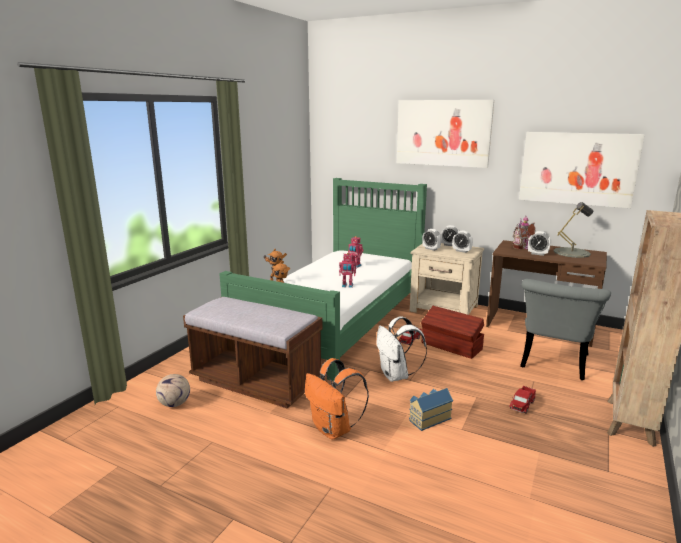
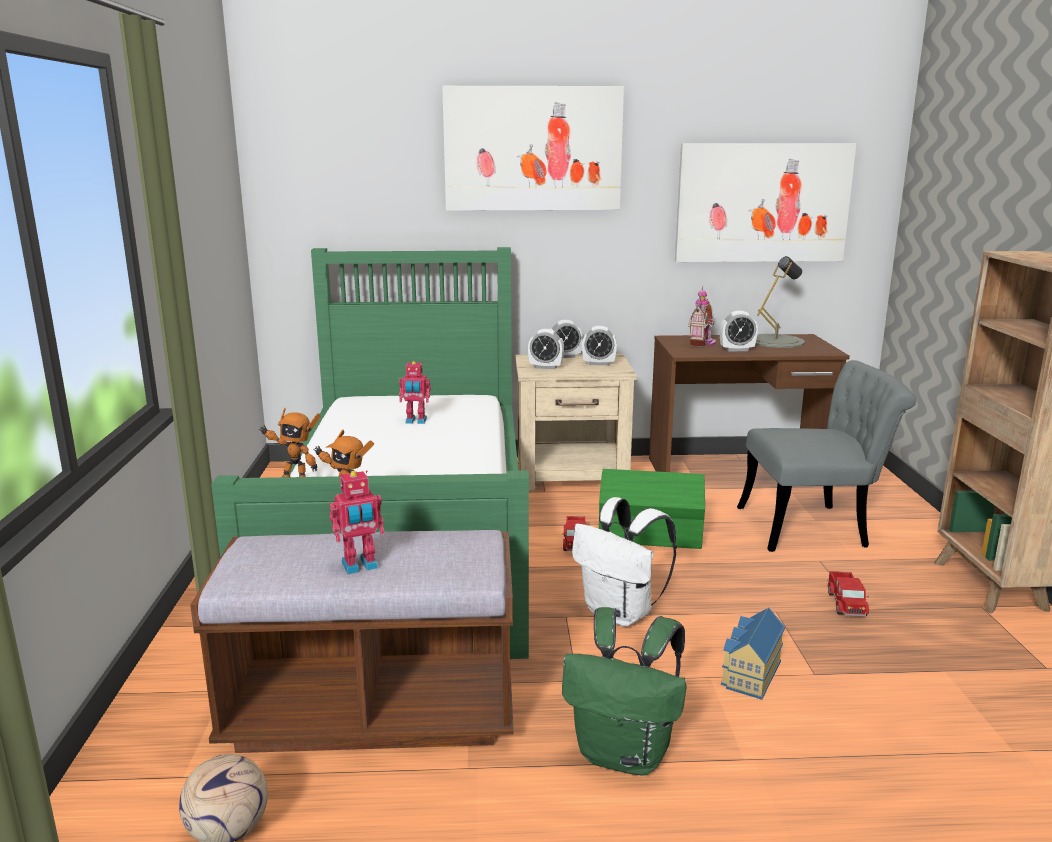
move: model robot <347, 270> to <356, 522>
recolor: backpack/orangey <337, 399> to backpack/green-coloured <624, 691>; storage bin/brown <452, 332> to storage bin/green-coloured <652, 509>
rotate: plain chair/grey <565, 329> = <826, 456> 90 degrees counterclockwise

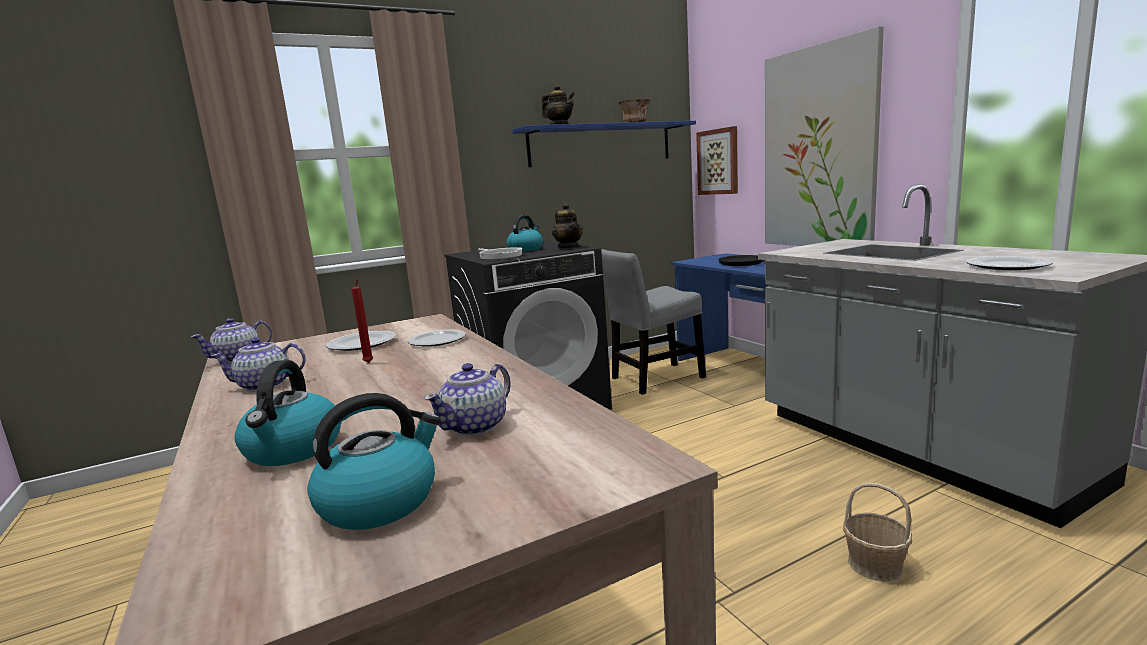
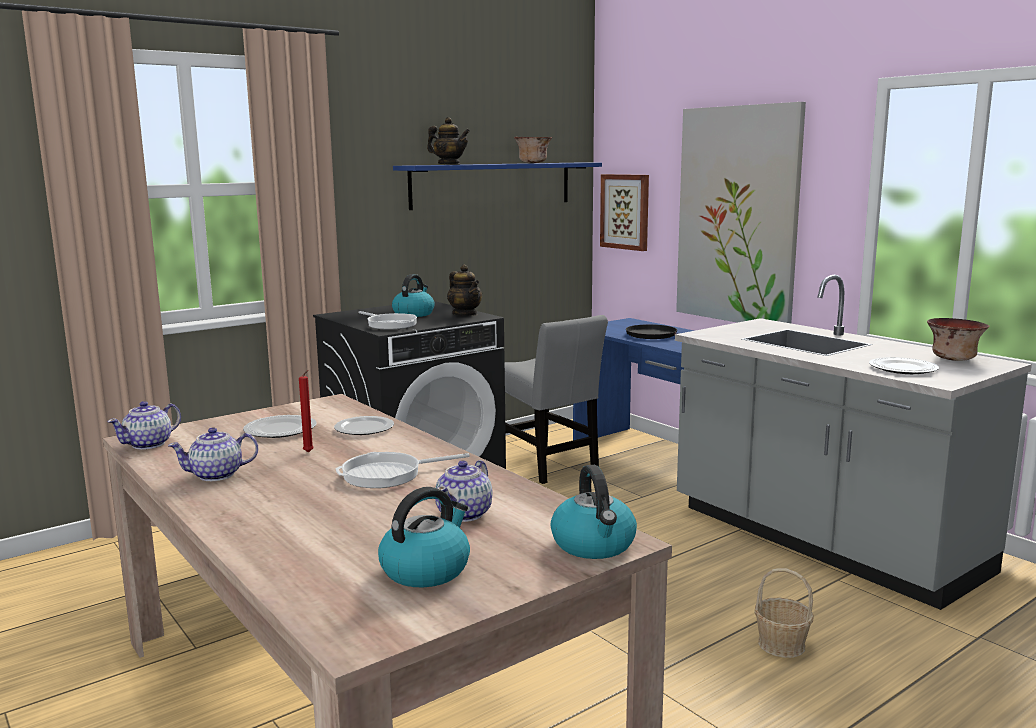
insert: skillet <403, 470>; serving bowl <958, 339>
move: water kettle <288, 413> to <593, 512>
rotate: plain chair/grey <653, 322> = <556, 399> 90 degrees counterclockwise

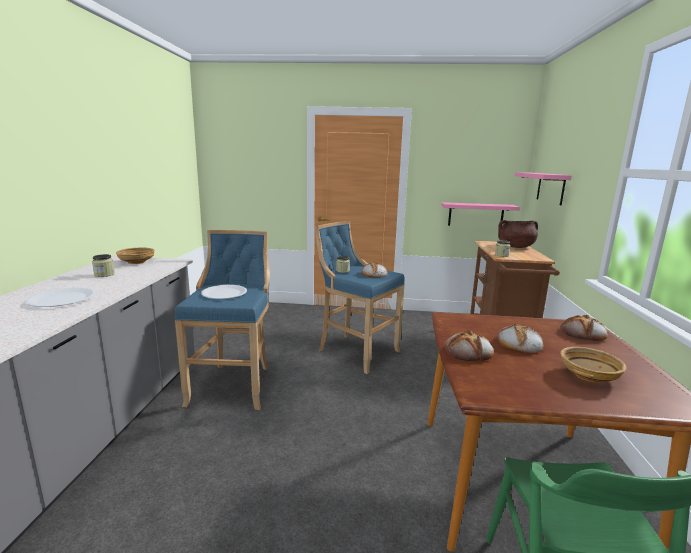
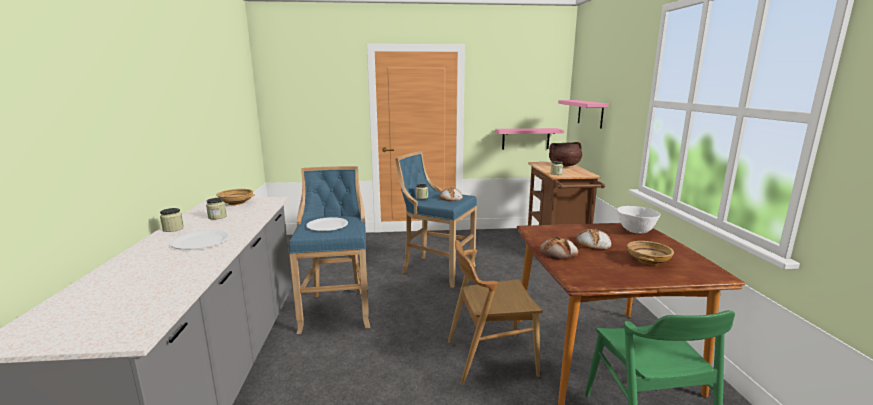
insert: preserve jar <172, 220>; plain chair/brown <495, 312>
replace: baked bread <584, 328> to serving bowl/white-coloured <639, 220>

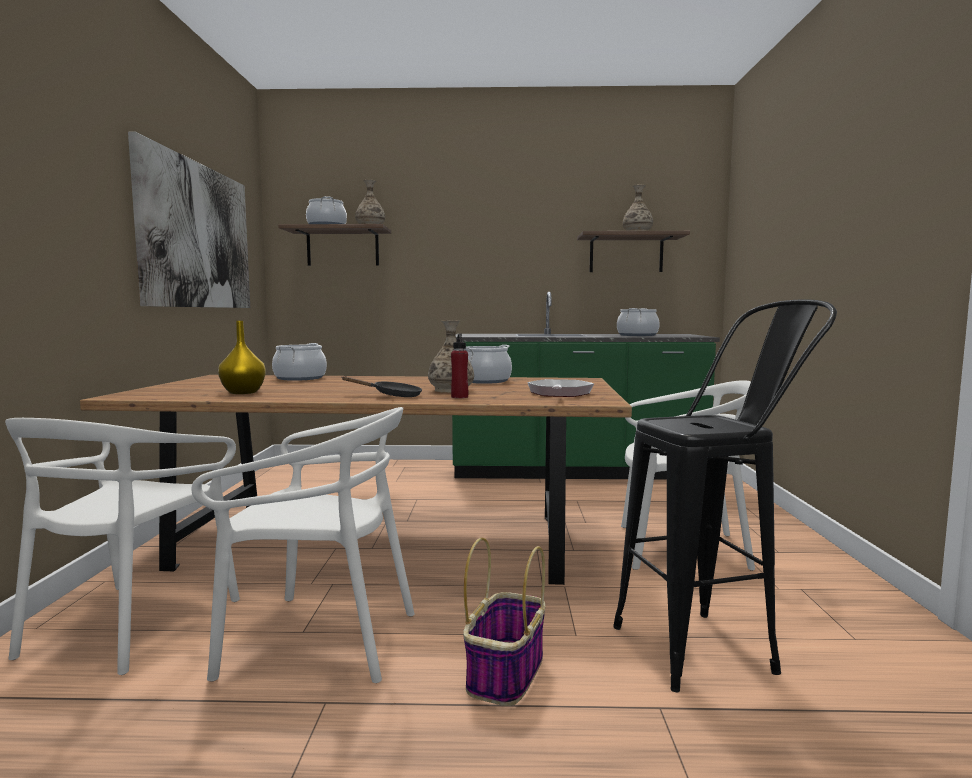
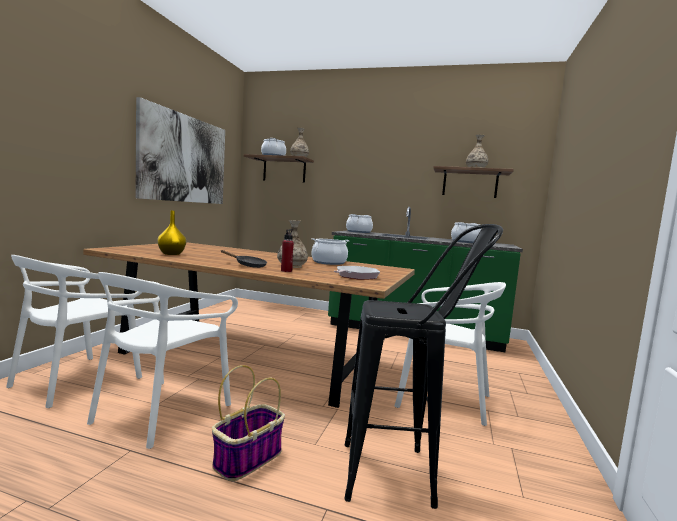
move: cooking pot <299, 362> to <359, 223>
rotate: plain chair/white-coloured <303, 545> = <162, 360> 90 degrees clockwise

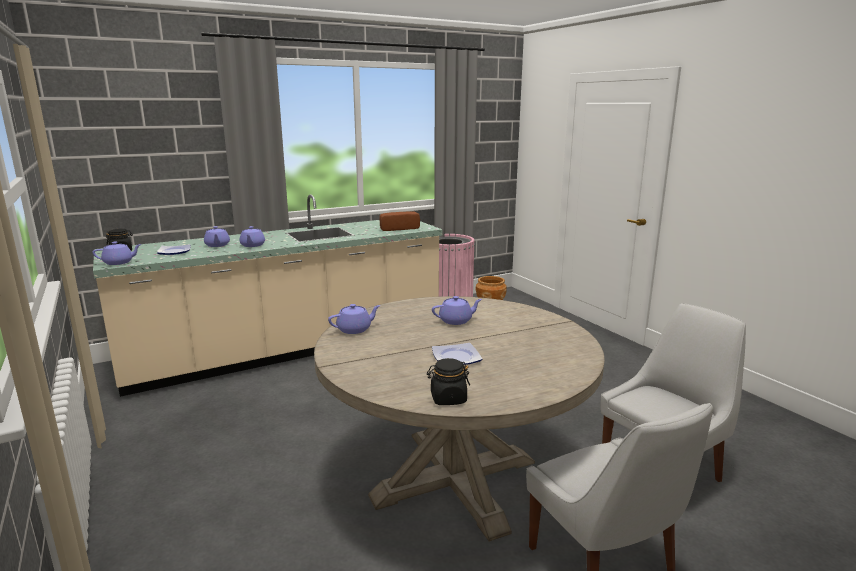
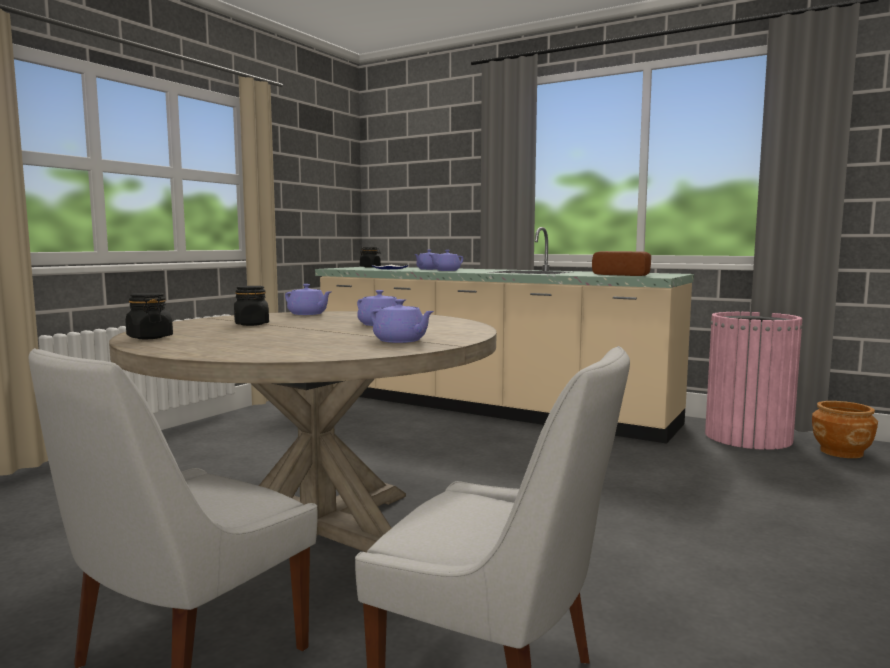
delete: dinner plate <457, 354>
insert: preserve jar/blackish <251, 306>
move: teapot/purple <117, 253> to <402, 321>

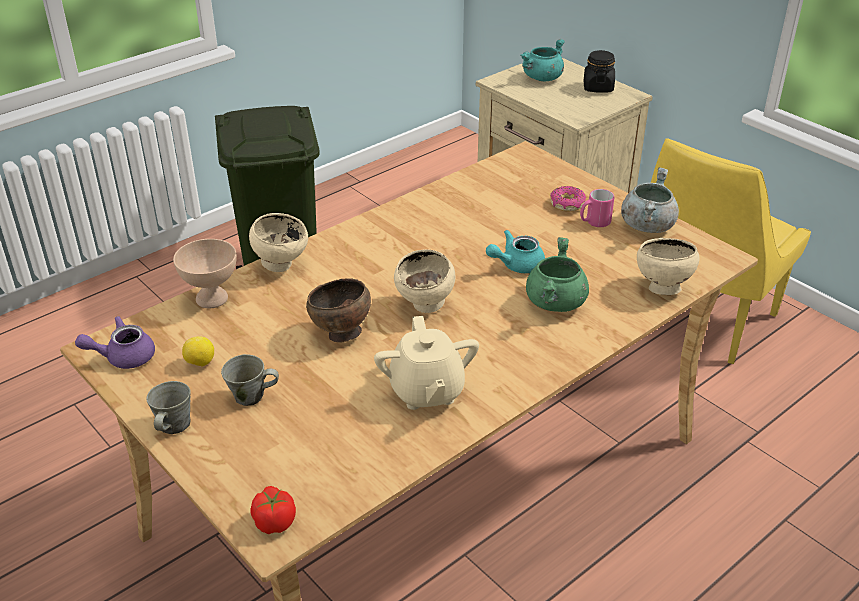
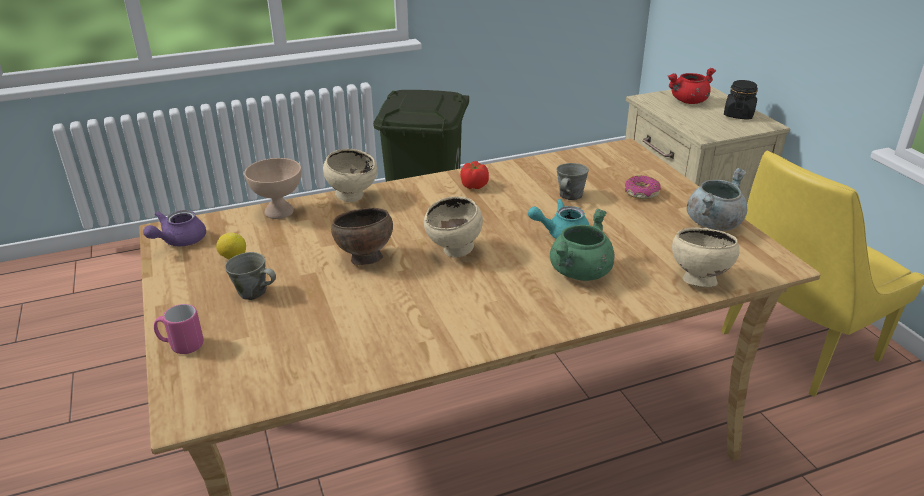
delete: teapot/beige <426, 363>
move: tea mug/grey <168, 407> to <573, 181>; fresh tomato <273, 510> to <474, 175>; tea mug/pink-coloured <597, 208> to <179, 329>
recolor: cooking pot/turquoise <542, 60> to cooking pot/reddish <692, 86>
rotate: teapot/purple <115, 342> = <174, 228> 60 degrees counterclockwise

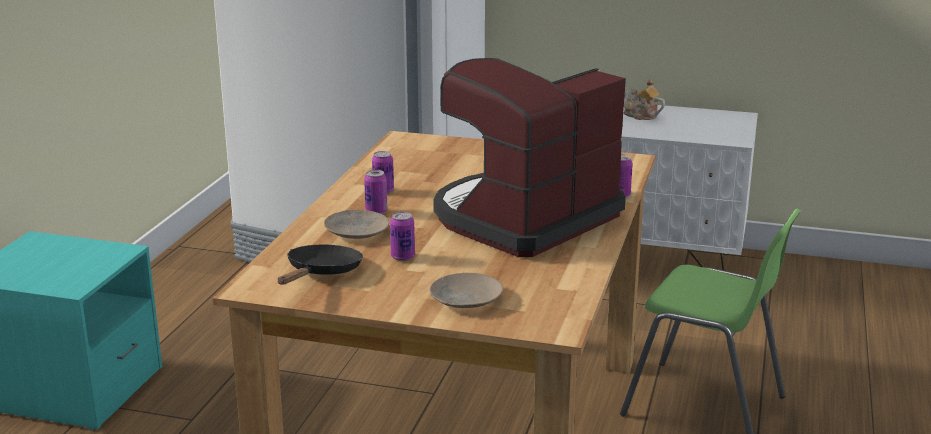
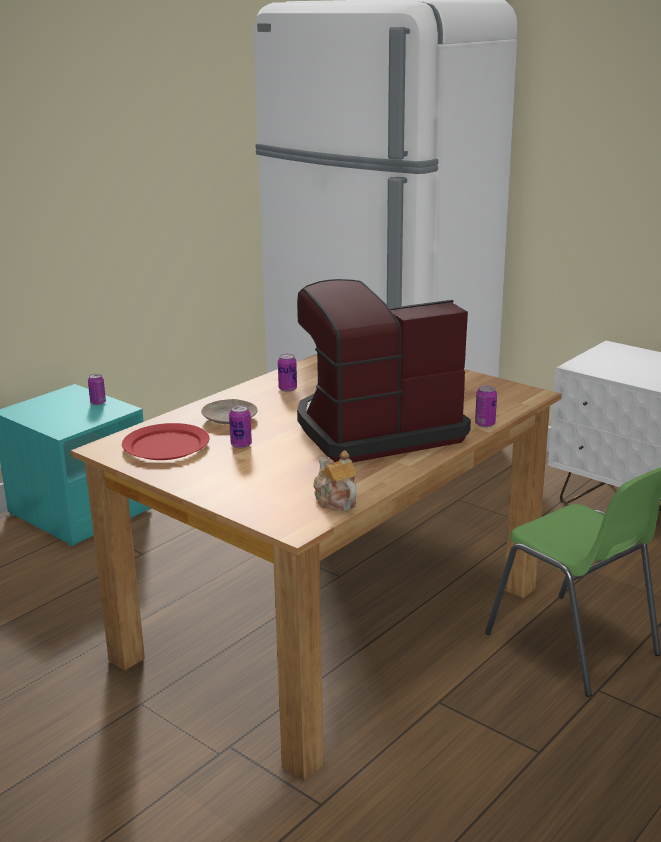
delete: dinner plate/beige <466, 290>
move: metal can <375, 192> to <97, 389>; teapot <644, 99> to <335, 480>
replace: skillet/blackish <320, 265> to dinner plate/reddish <166, 441>

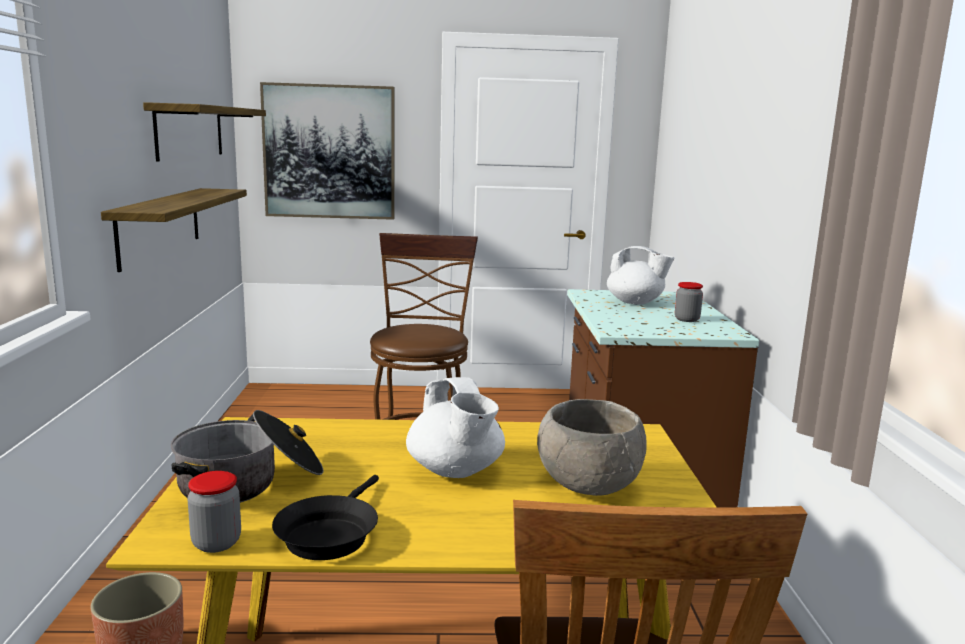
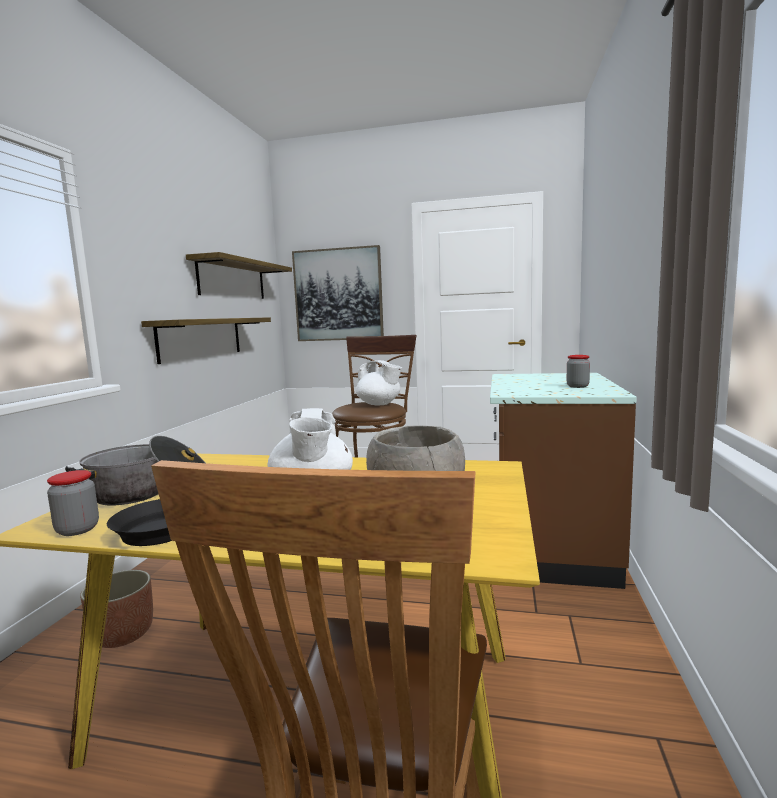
move: teapot/white-coloured <641, 275> to <379, 383>

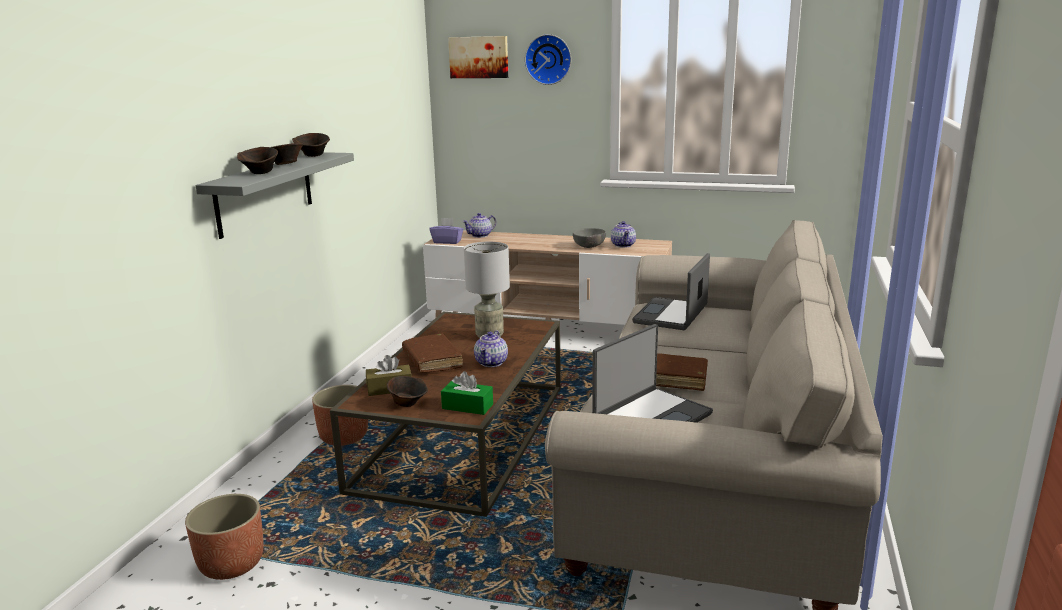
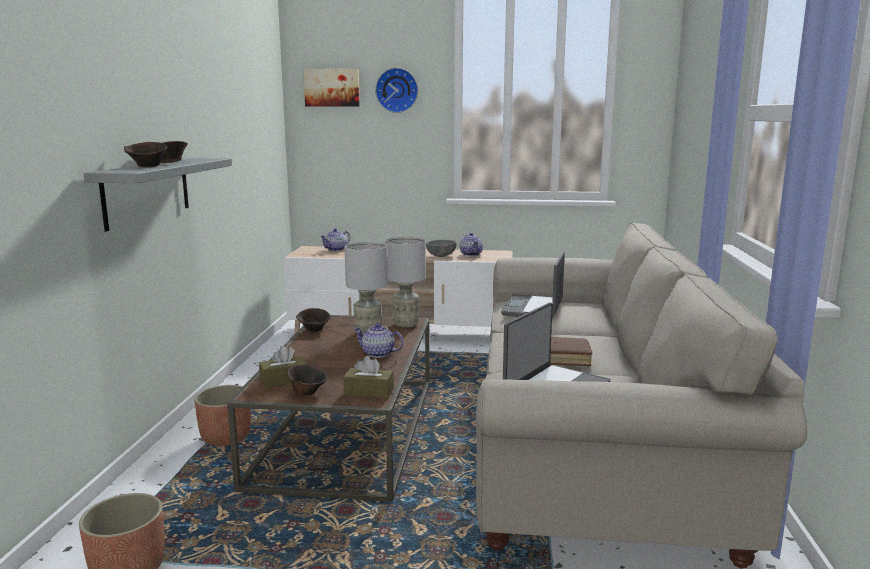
delete: book/brown <432, 353>; box of tissues/purple <446, 231>
insert: lamp for a table/grey <405, 282>
move: serving bowl/brown <311, 145> to <313, 320>
recolor: box of tissues/green-coloured <467, 393> to box of tissues/brown <368, 377>
rotate: teapot <491, 348> = <378, 340> 105 degrees clockwise

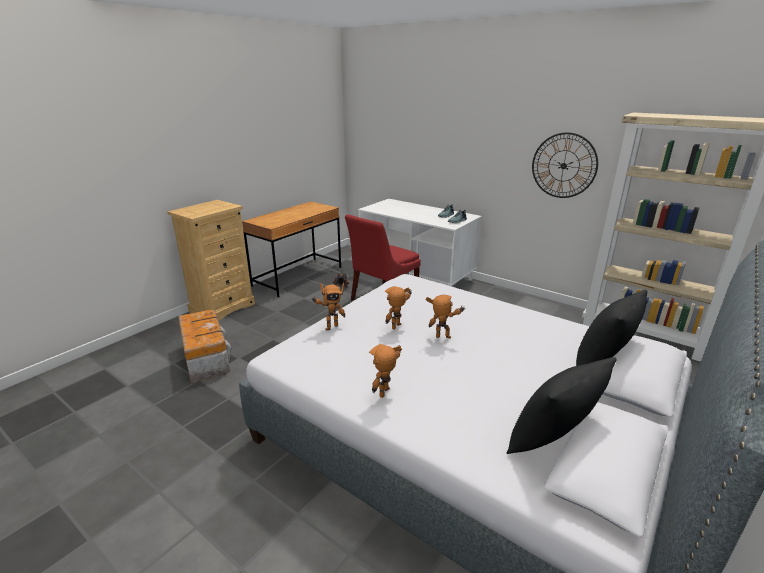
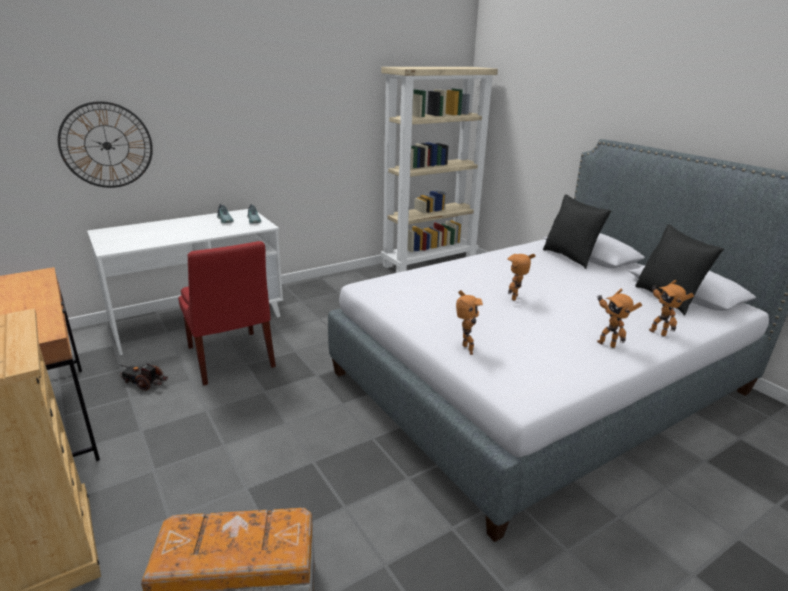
move: model robot <398, 308> to <671, 308>; wall clock <565, 165> to <105, 144>

